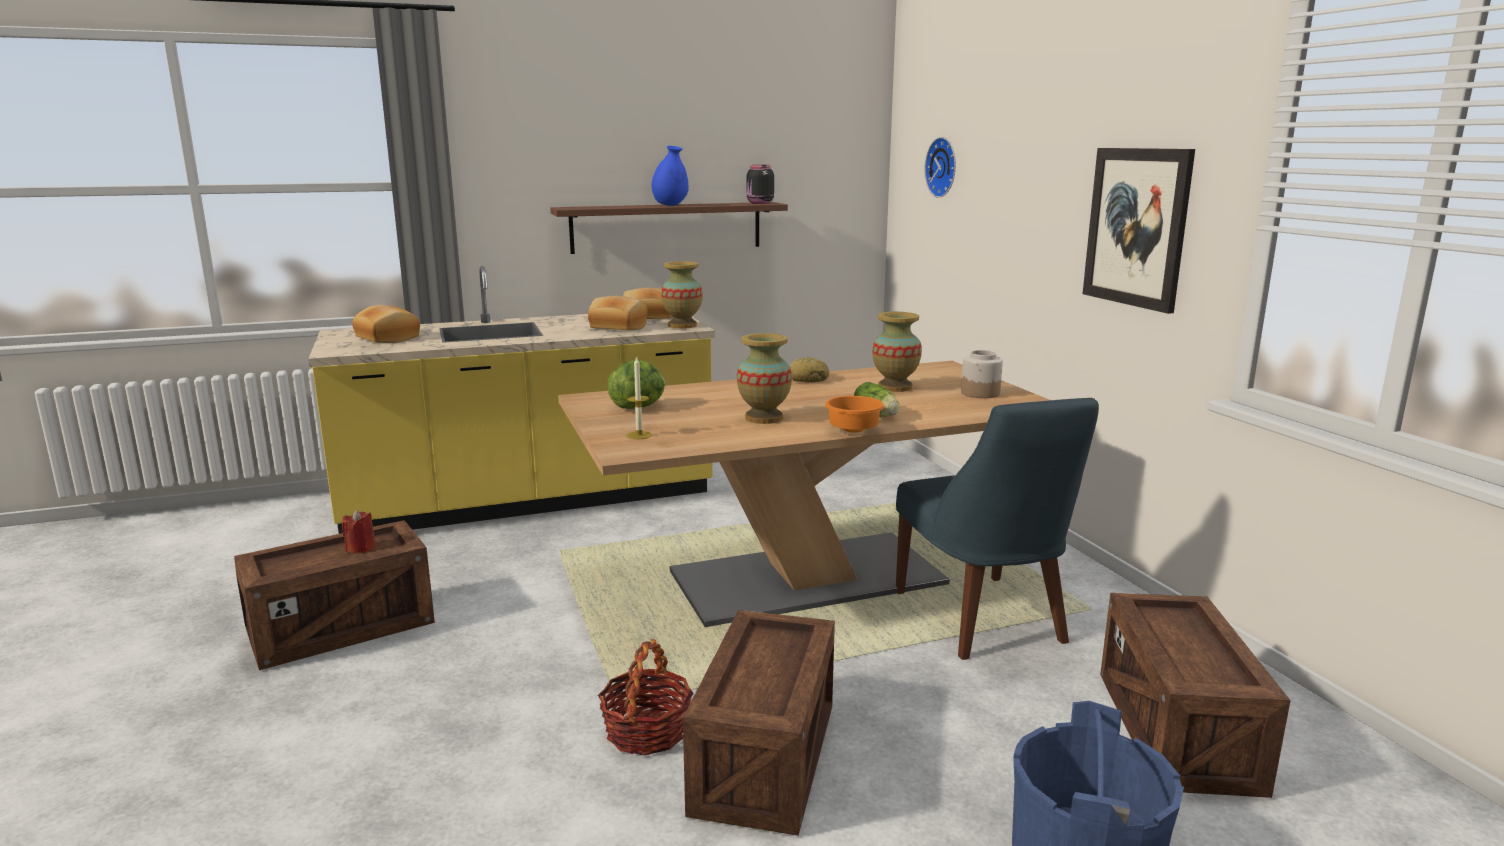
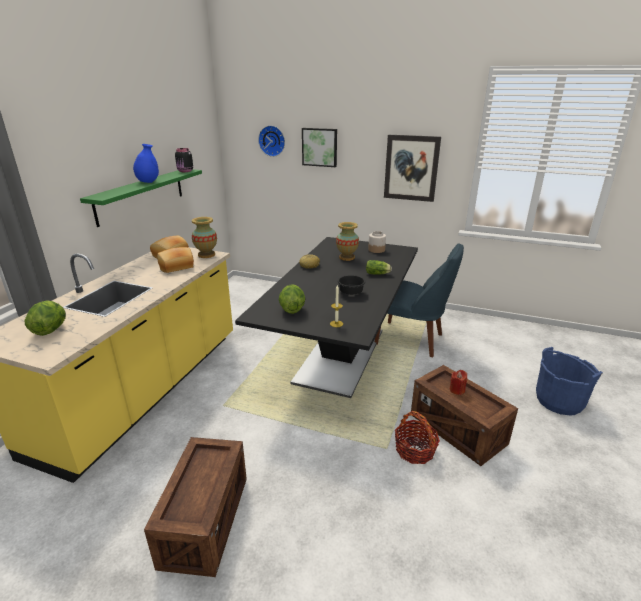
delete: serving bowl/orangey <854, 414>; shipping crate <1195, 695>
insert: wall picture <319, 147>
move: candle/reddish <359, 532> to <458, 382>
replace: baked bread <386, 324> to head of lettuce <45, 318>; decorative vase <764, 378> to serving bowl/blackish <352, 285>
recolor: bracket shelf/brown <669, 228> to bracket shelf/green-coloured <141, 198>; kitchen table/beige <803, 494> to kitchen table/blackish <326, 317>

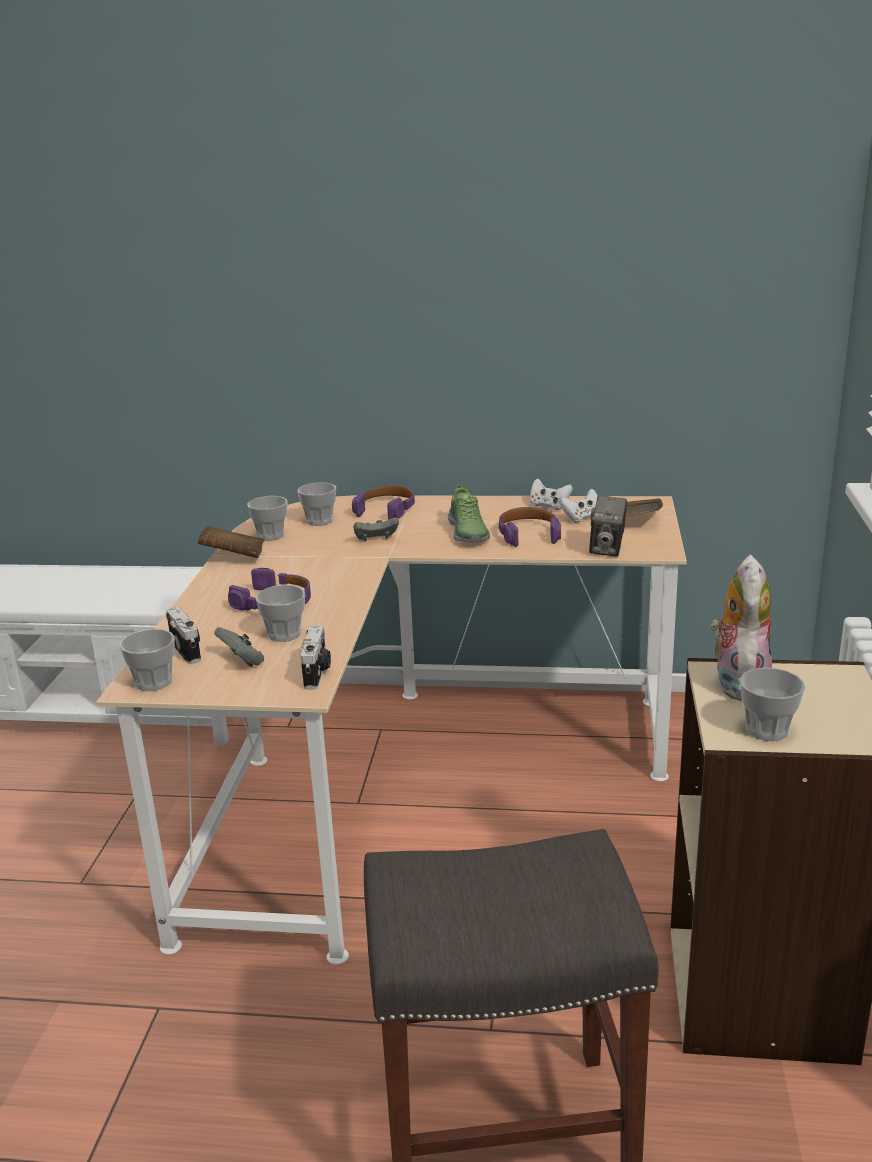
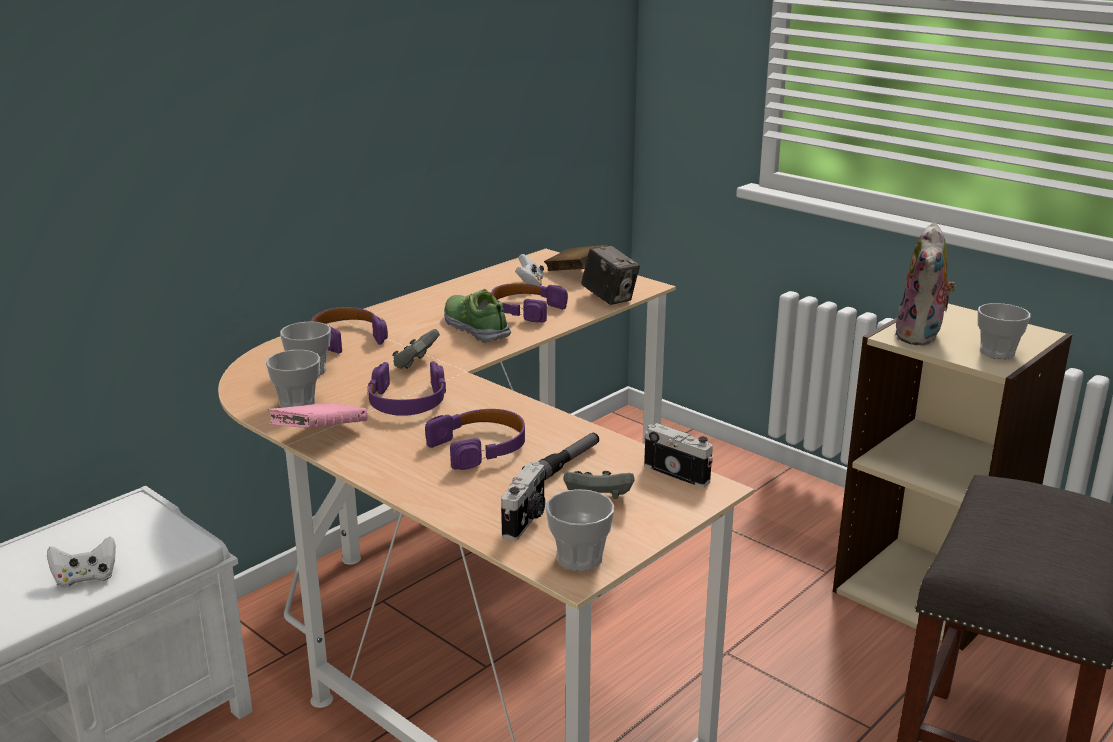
insert: pair of headphones/purple <406, 388>
move: game controller/white-coloured <551, 494> to <81, 562>
replace: drinking cup <280, 613> to flashlight <568, 457>
recolor: book/brown <231, 542> to book/pink-coloured <318, 415>
rotate: still camera <183, 635> = <523, 501> 105 degrees clockwise; low shoe <469, 513> = <477, 316> 150 degrees counterclockwise; cuddly toy <741, 628> = <925, 284> 120 degrees counterclockwise

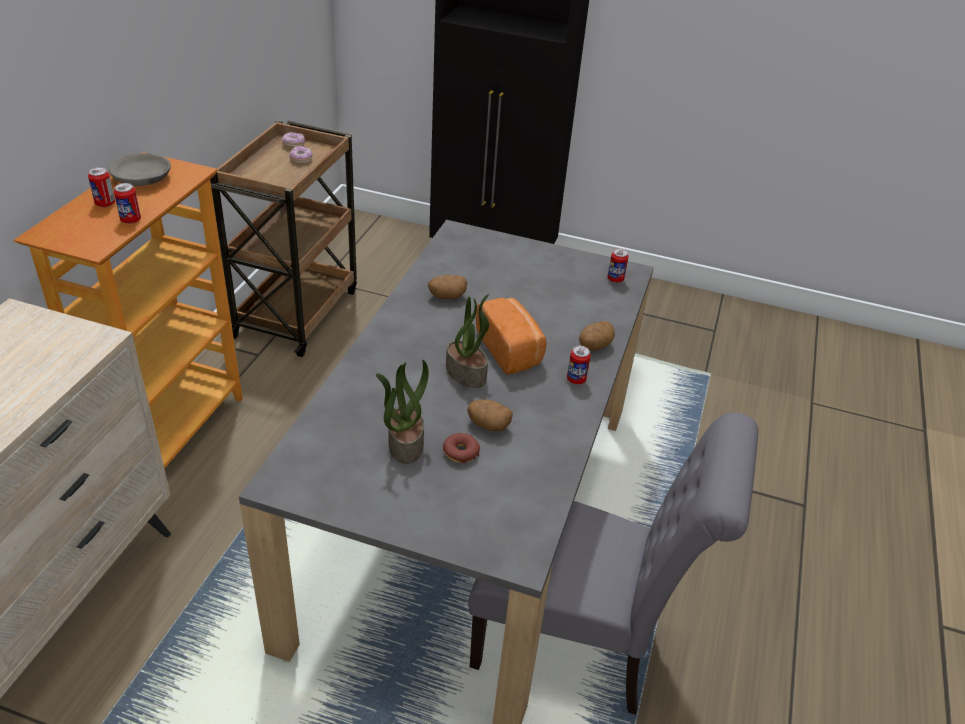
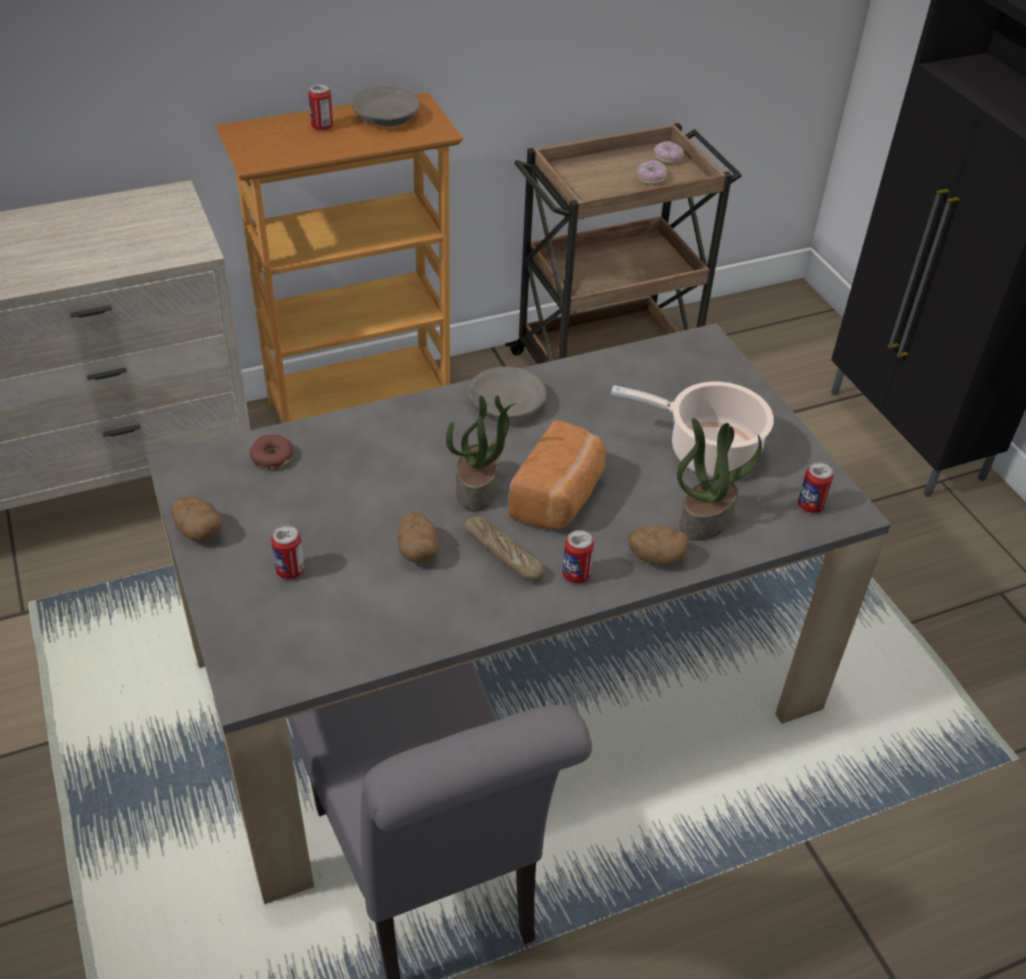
insert: baked bread <504, 548>; serving bowl/grey <507, 393>; cooking pot <692, 429>
move: metal can <127, 203> to <288, 552>; potted plant <402, 411> to <719, 479>; whole potato <447, 287> to <196, 519>; doughnut <461, 448> to <271, 452>

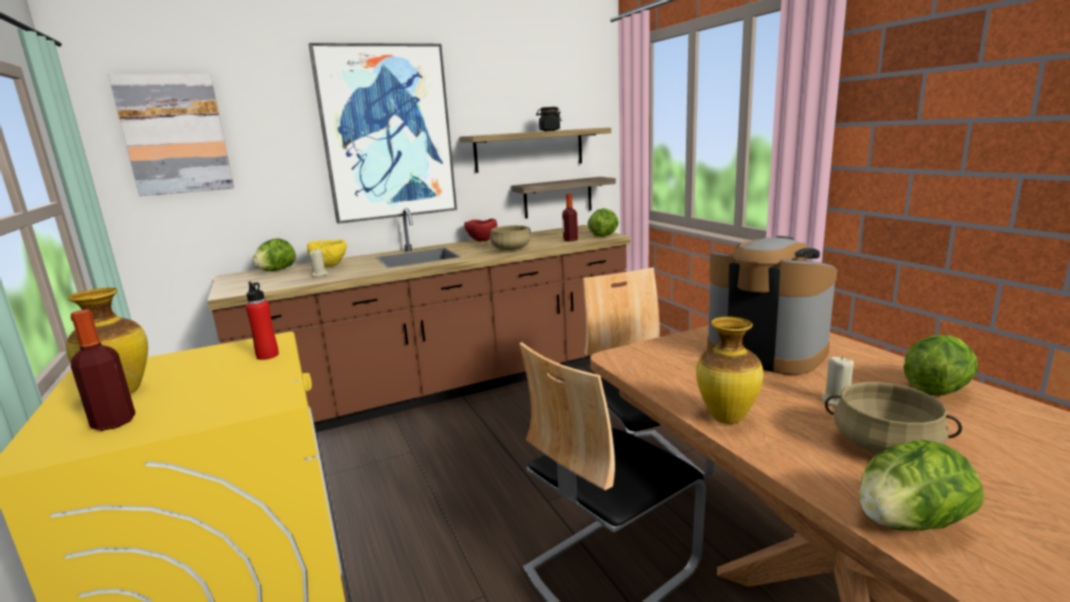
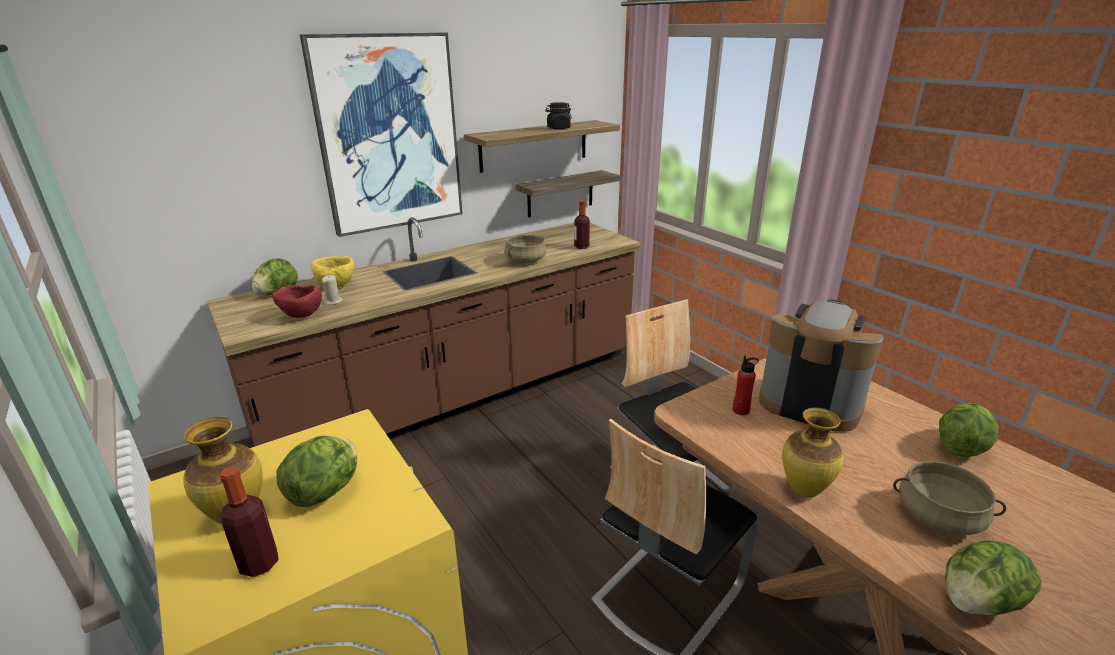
delete: wall picture <171, 134>; candle/beige <838, 381>
move: bottle/reddish <262, 320> to <746, 385>; serving bowl/reddish <480, 230> to <297, 301>; head of lettuce <603, 222> to <316, 471>

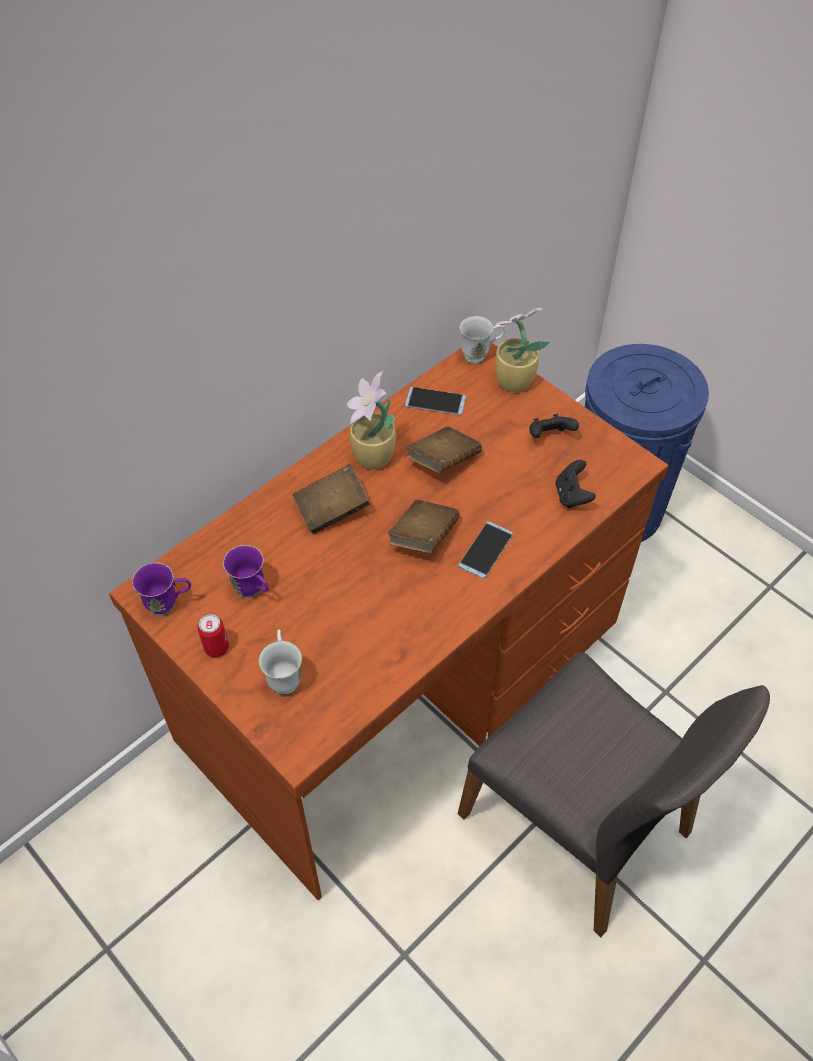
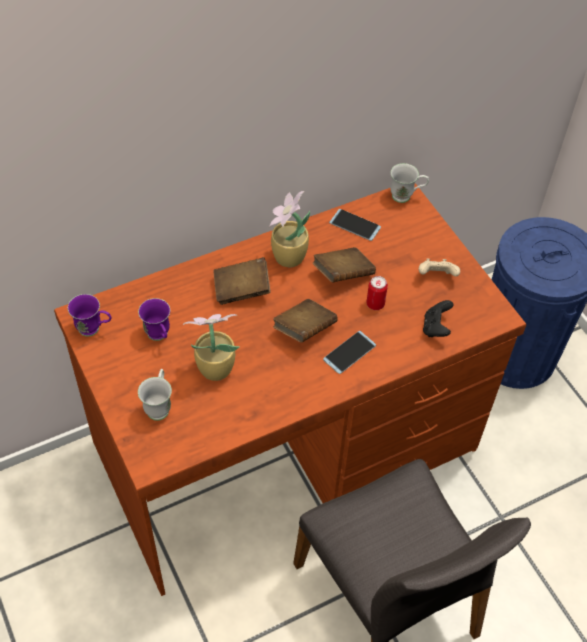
move: metal can <213, 636> to <377, 293>; potted plant <521, 350> to <211, 347>
recolor: game controller/blackish <554, 426> to game controller/beige <439, 267>

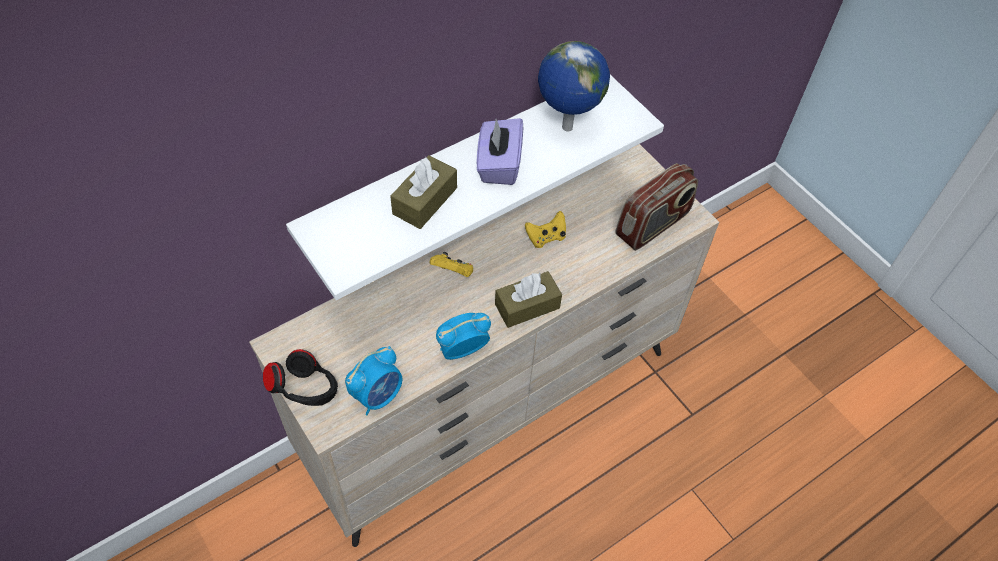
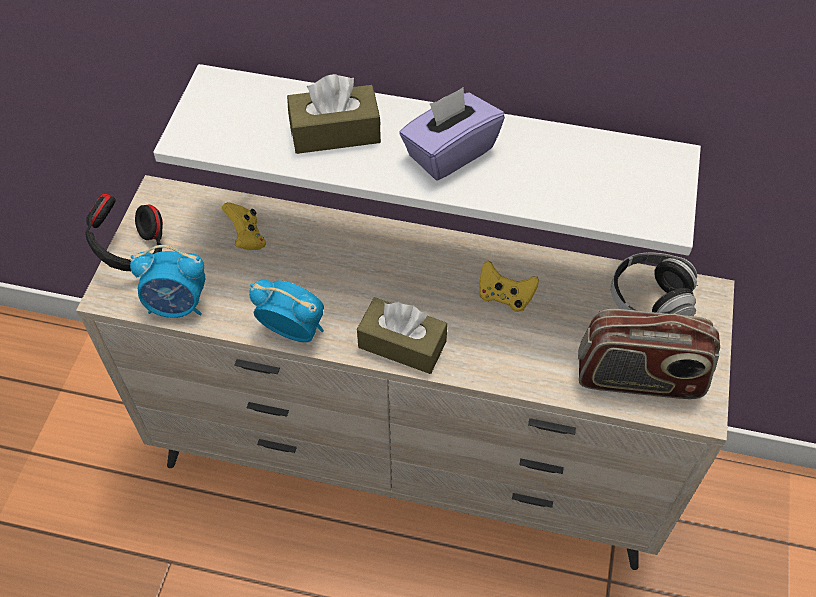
delete: globe <574, 86>
insert: pair of headphones <654, 284>
move: game controller/yellow-coloured <451, 264> to <244, 226>

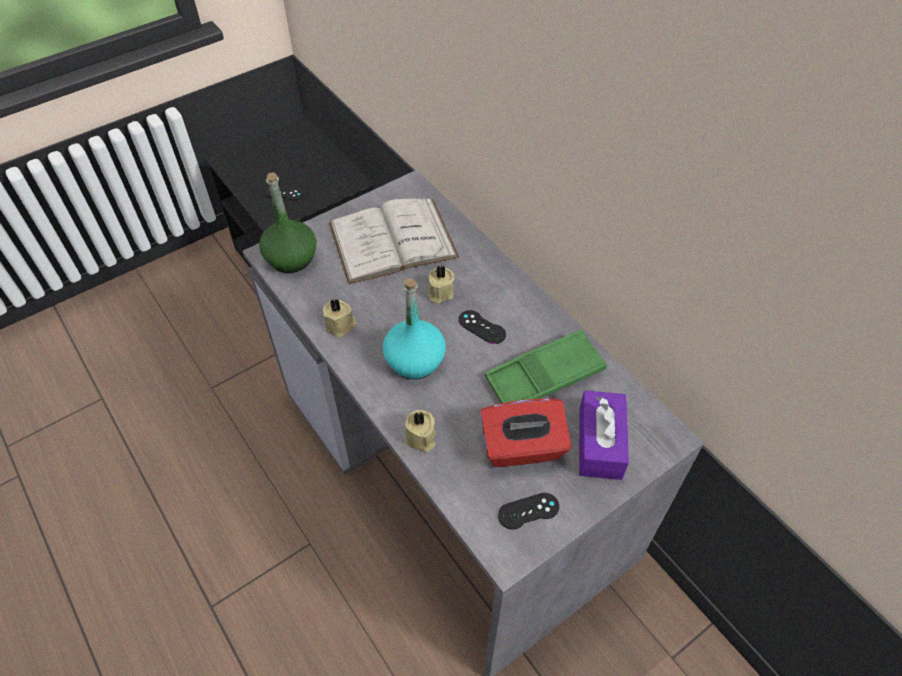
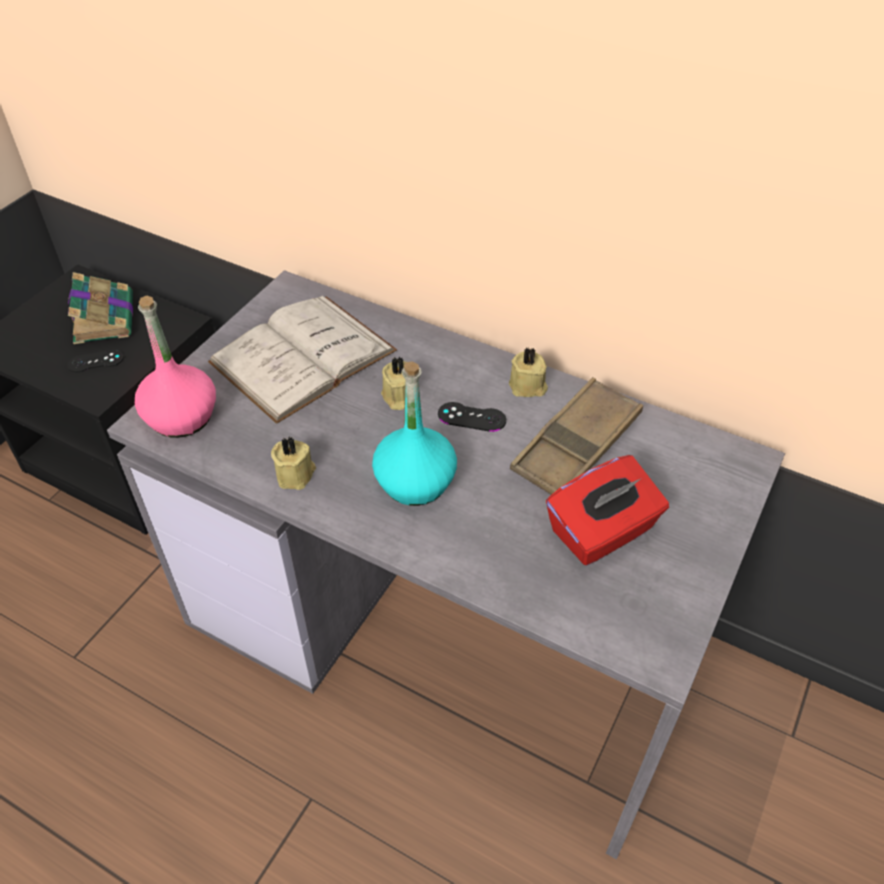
delete: game controller/blackish <528, 511>; box of tissues/purple <604, 435>
insert: book <100, 308>
move: candle/beige <420, 431> to <528, 372>
recolor: bottle/green-coloured <288, 222> to bottle/pink-coloured <175, 367>; carrying tray/green-coloured <546, 366> to carrying tray/brown <576, 436>

